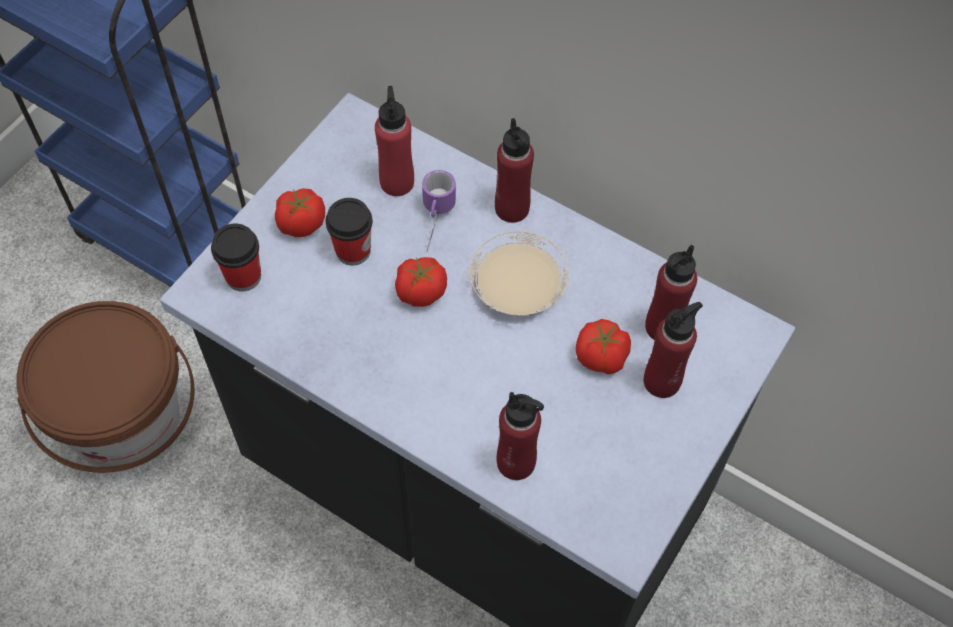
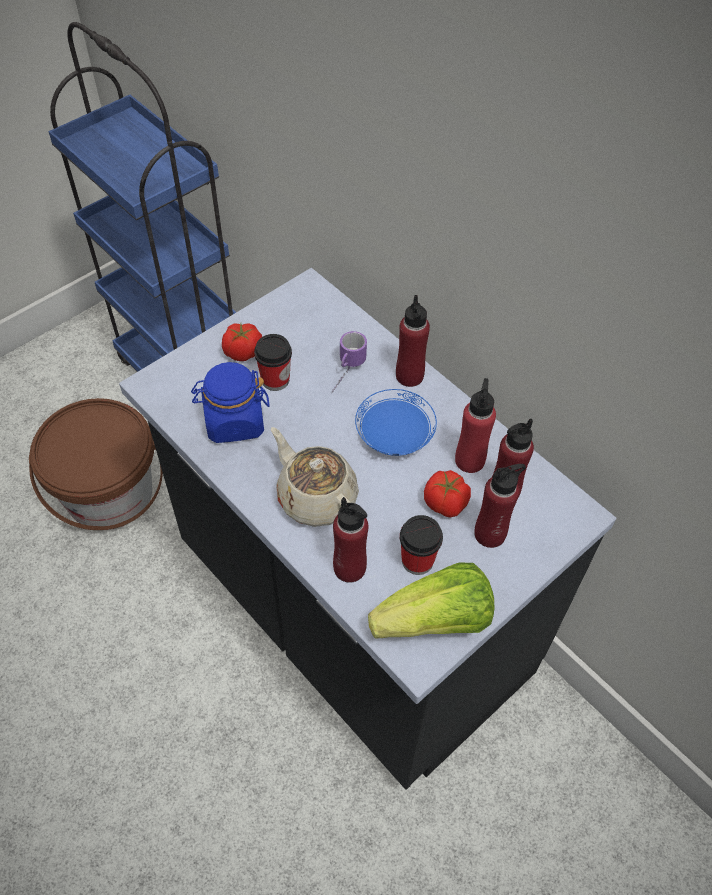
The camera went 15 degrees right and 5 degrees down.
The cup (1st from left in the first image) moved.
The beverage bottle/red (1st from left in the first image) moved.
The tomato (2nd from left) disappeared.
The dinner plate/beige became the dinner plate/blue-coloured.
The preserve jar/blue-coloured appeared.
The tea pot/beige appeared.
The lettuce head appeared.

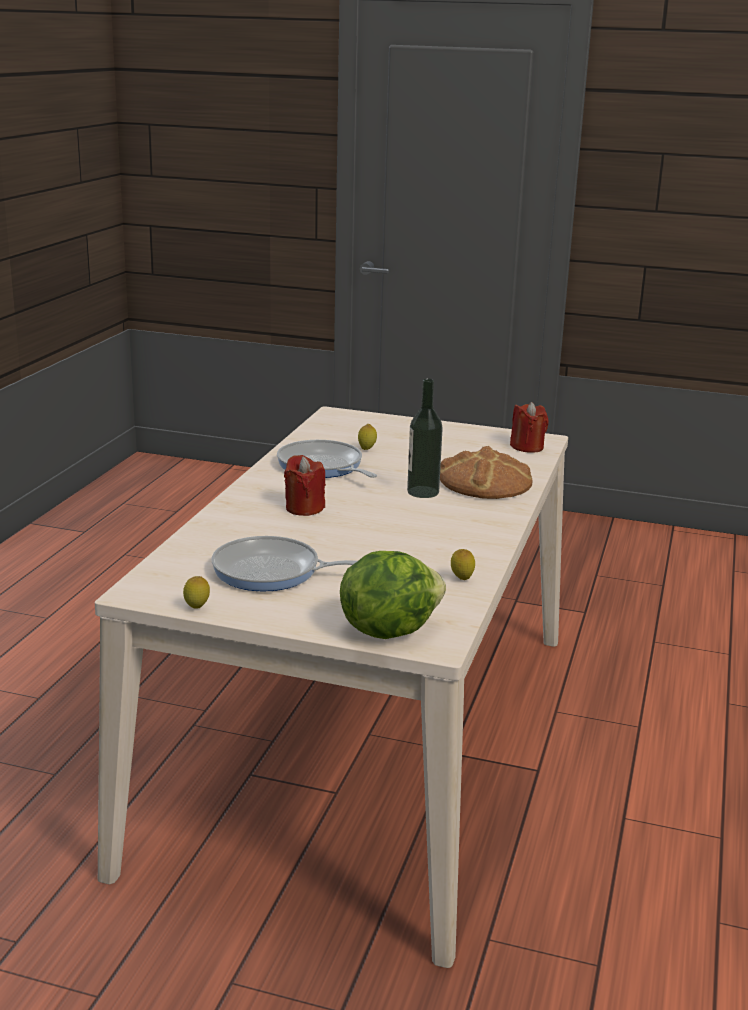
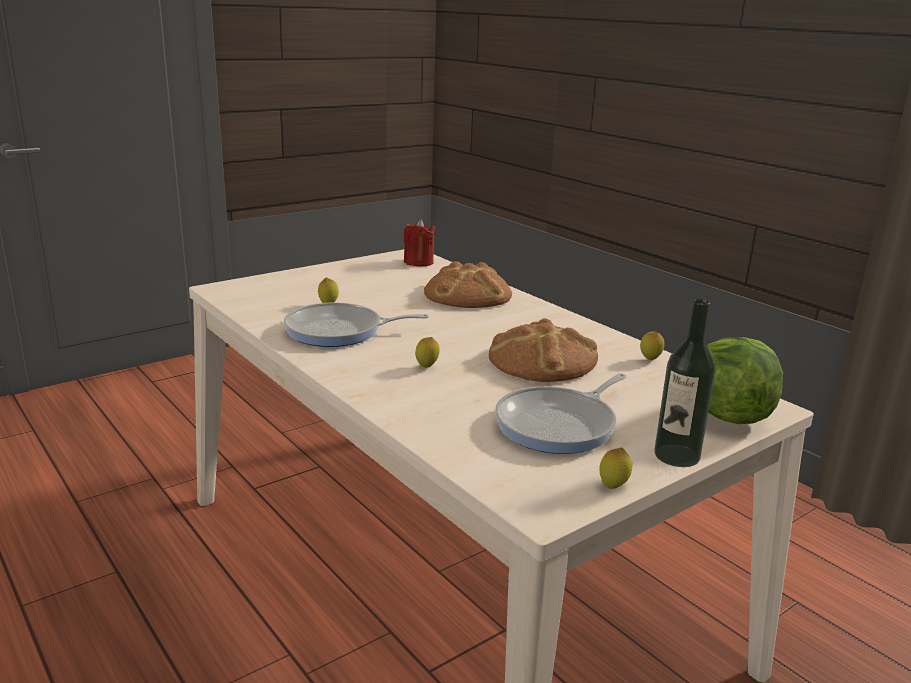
The camera went 55 degrees left and 0 degrees up.
The wax light/red (1st from left) was replaced by the lemon (2nd from left).
The beverage bottle moved.
The bakery bread (2nd from left) appeared.

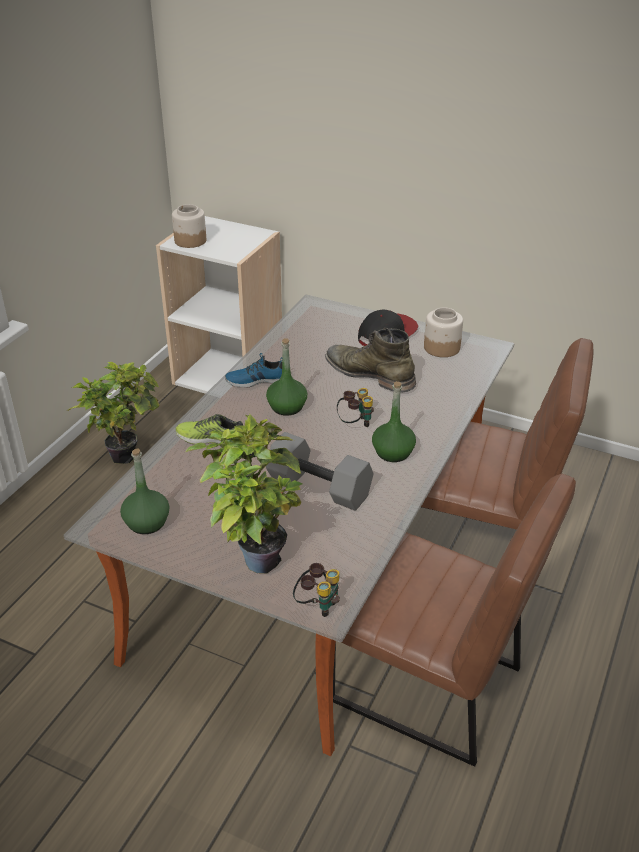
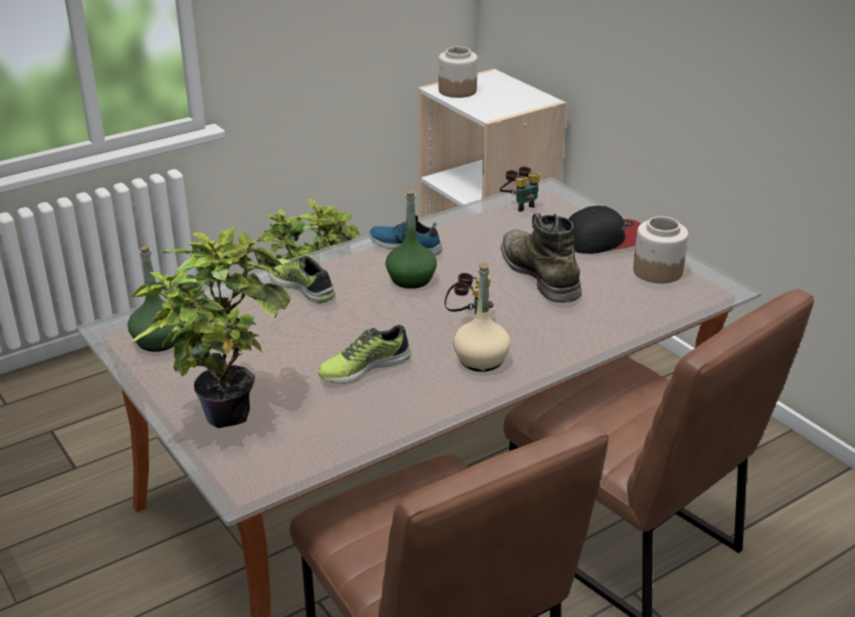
The camera went 30 degrees right and 5 degrees down.
The dumbbell/greyish was replaced by the item of footwear (2nd from left).
The pair of binoculars (1st from left in the first image) moved.
The beverage bottle/green (3rd from left) became the beverage bottle/beige.

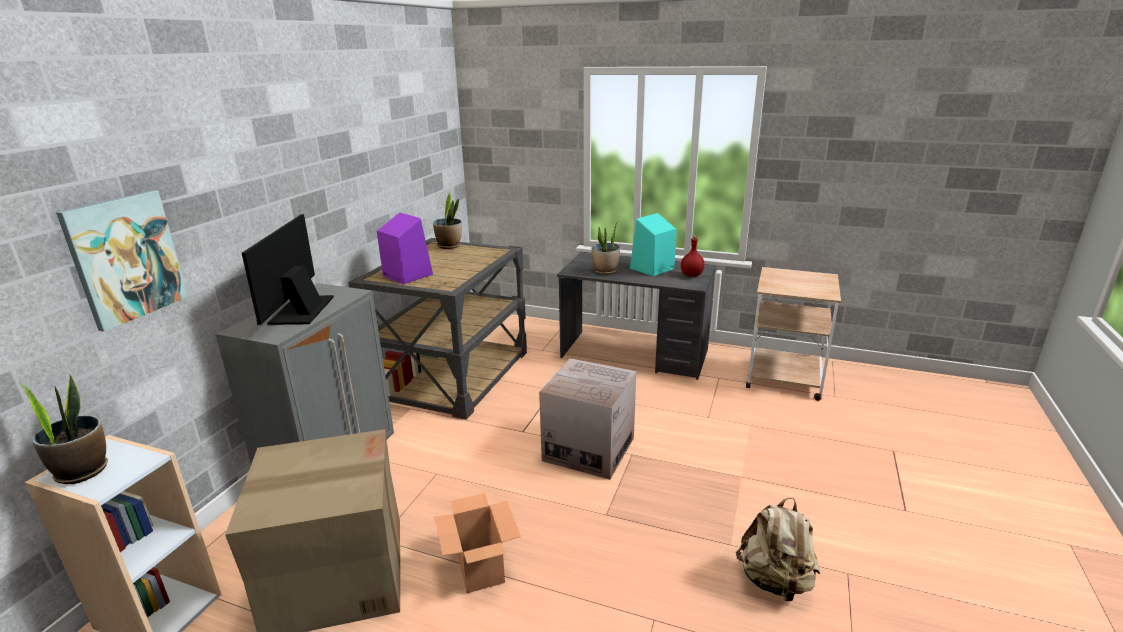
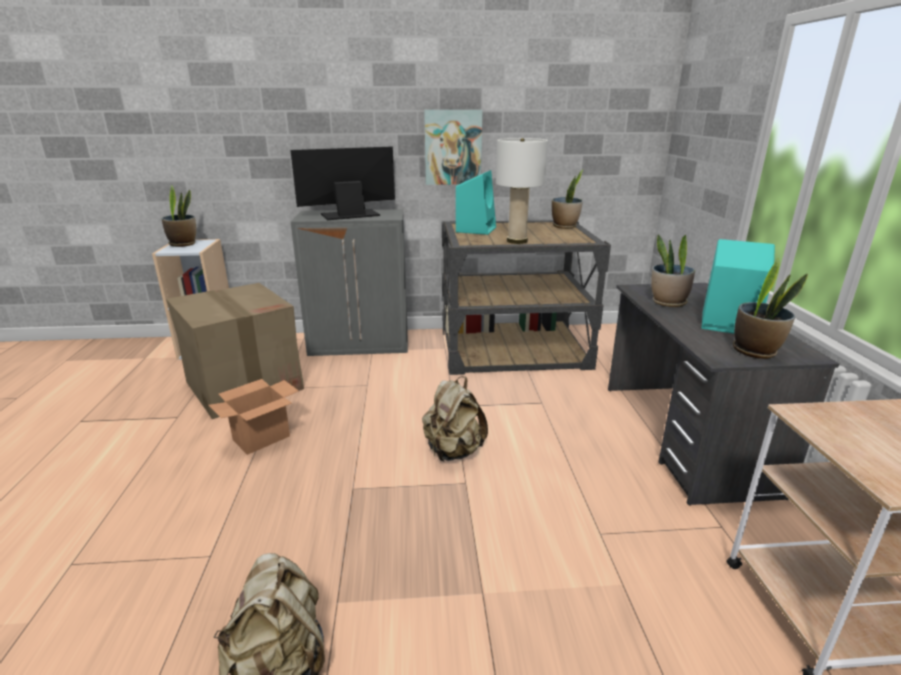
The camera went 65 degrees right and 0 degrees up.
The picture moved.
The audio speaker/purple-coloured became the audio speaker/turquoise-coloured (1st from left).
The cardboard box (3rd from left) was replaced by the knapsack/beige (2nd from left).
The beverage bottle/red was replaced by the houseplant (4th from left).
The lamp for a table/white appeared.

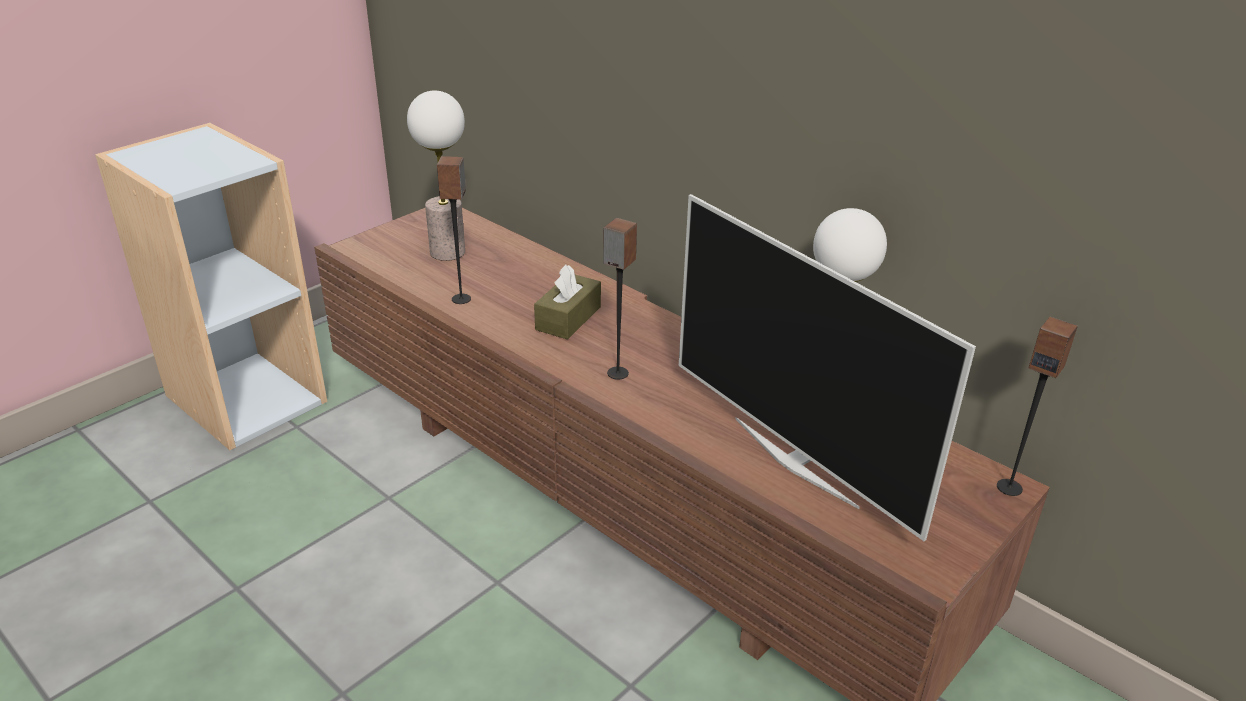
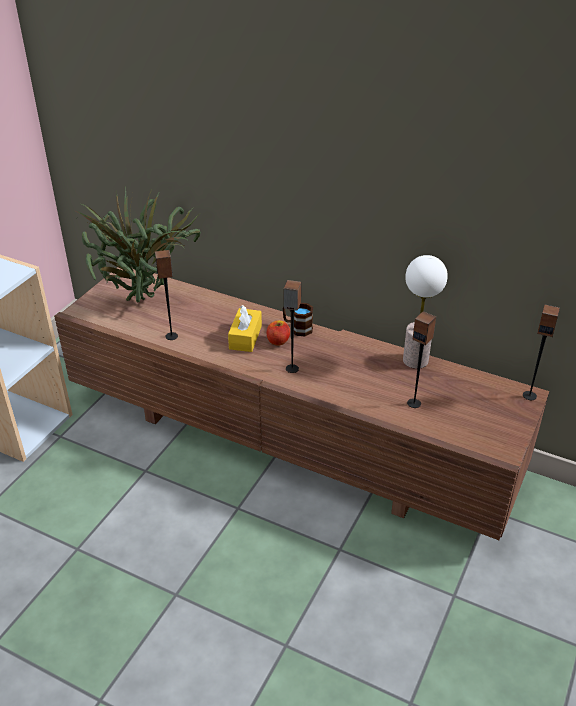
The camera went 15 degrees left and 5 degrees up.
The lamp for a table (1st from left) was replaced by the houseplant.
The tissue box/brown-coloured became the tissue box/yellow.
The TV set was replaced by the audio speaker (3rd from left).
The apple appeared.
The tea mug/brown-coloured appeared.

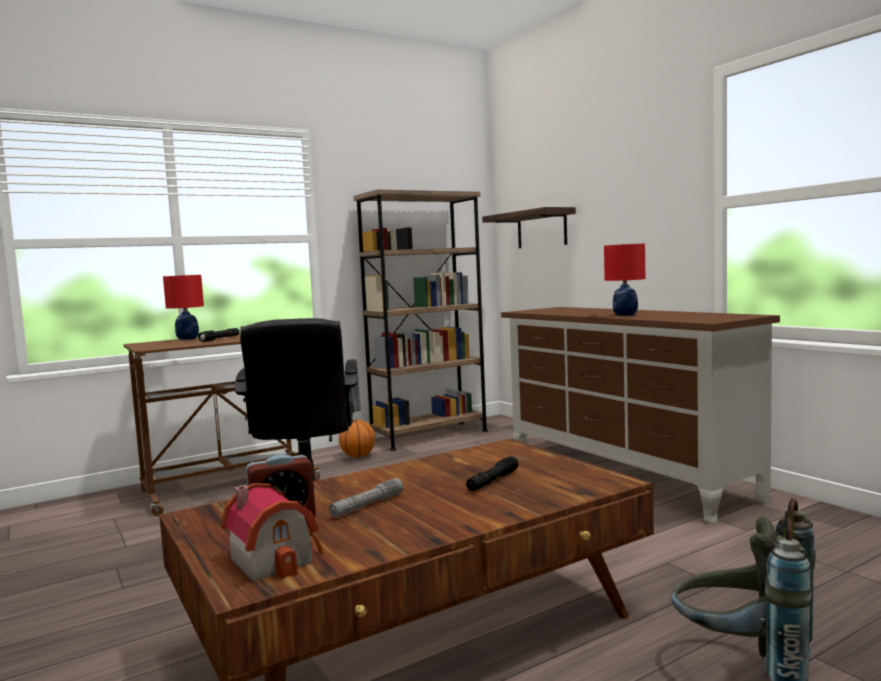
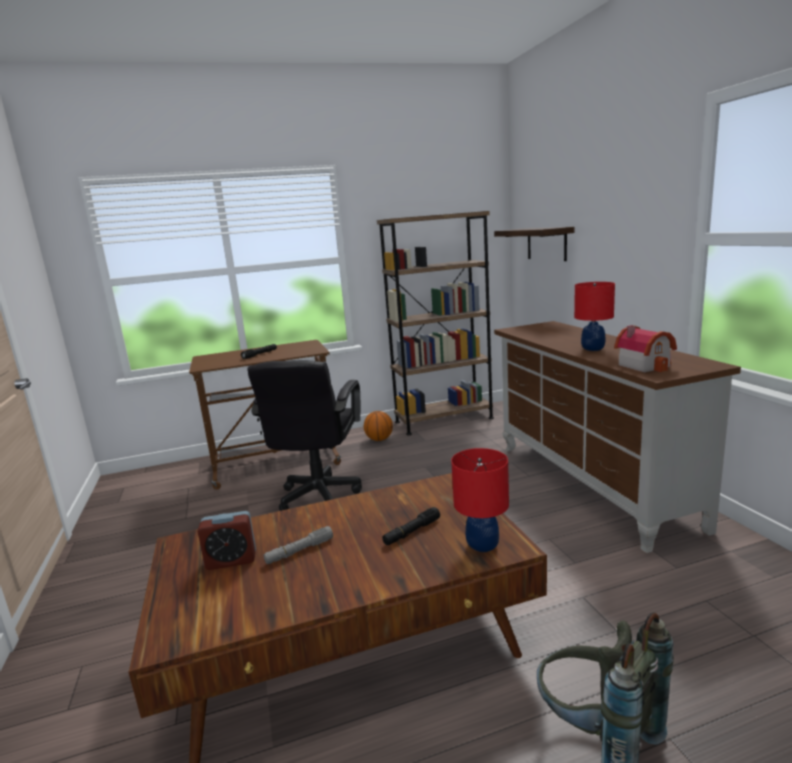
The camera went 15 degrees right and 10 degrees up.
The lamp for a table/red (1st from left) moved.
The model house moved.

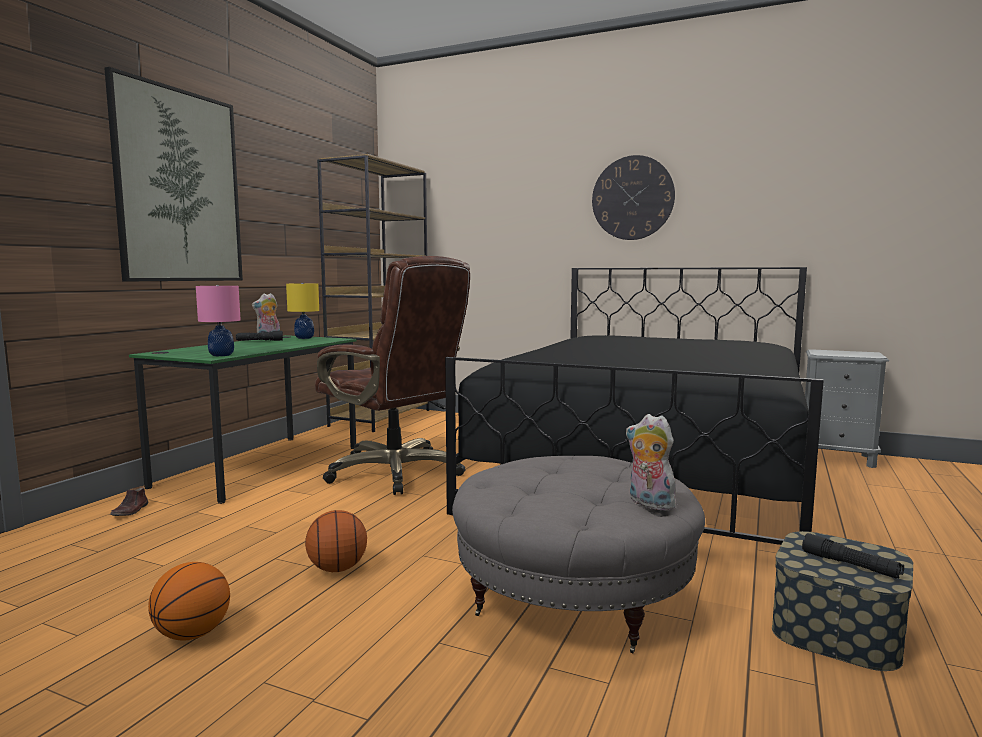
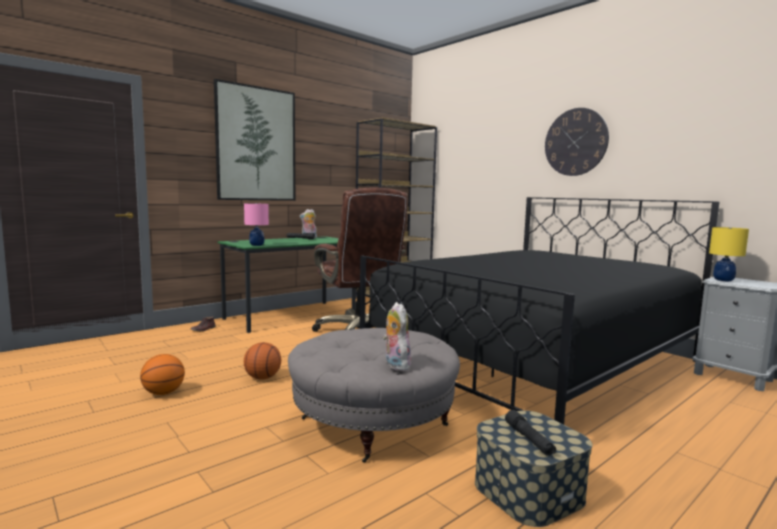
The camera went 25 degrees right and 0 degrees up.
The lamp for a table/yellow moved.

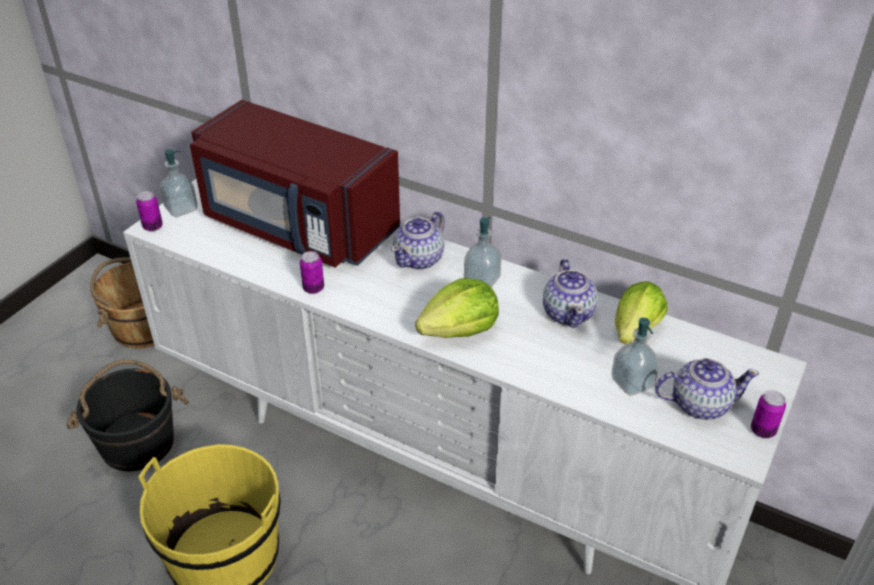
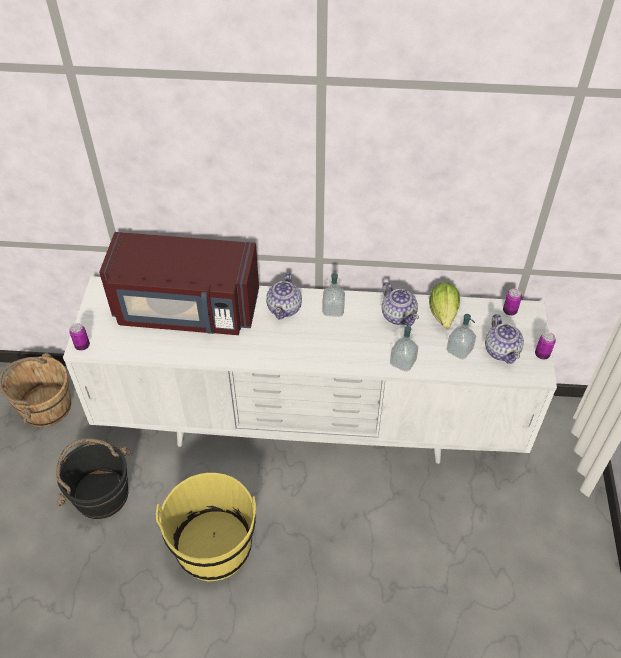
The camera went 25 degrees left and 10 degrees up.
The liquid soap bottle (1st from left in the first image) moved.
The sealed can (2nd from left) moved.
The lettuce head (1st from left) disappeared.
The tea pot (3rd from left) turned 105 degrees clockwise.

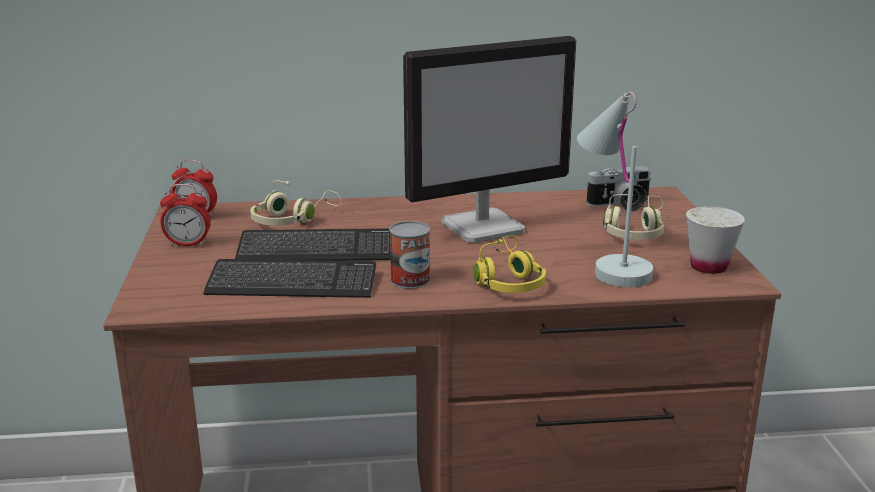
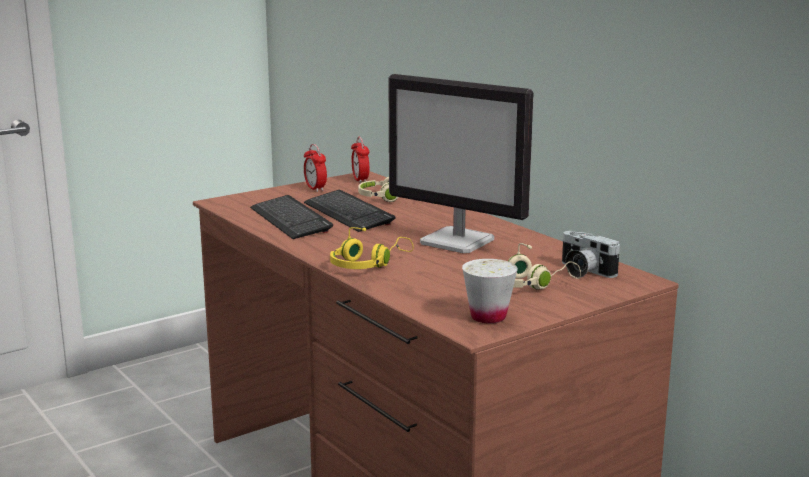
The camera went 60 degrees right and 5 degrees down.
The sealed can disappeared.
The lamp for a table/white disappeared.

